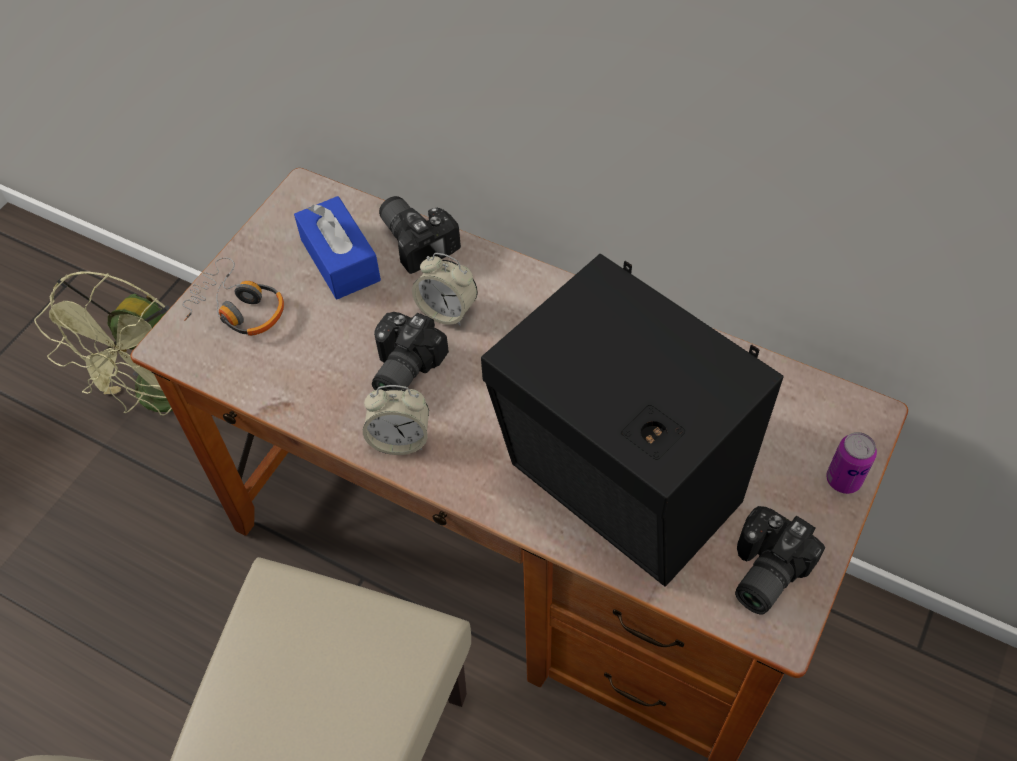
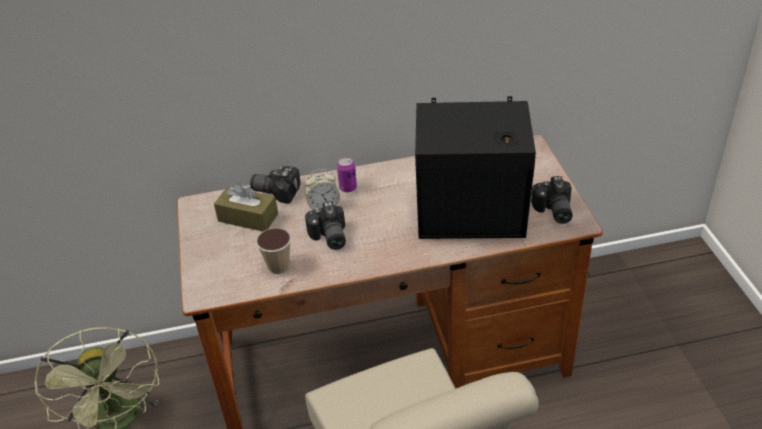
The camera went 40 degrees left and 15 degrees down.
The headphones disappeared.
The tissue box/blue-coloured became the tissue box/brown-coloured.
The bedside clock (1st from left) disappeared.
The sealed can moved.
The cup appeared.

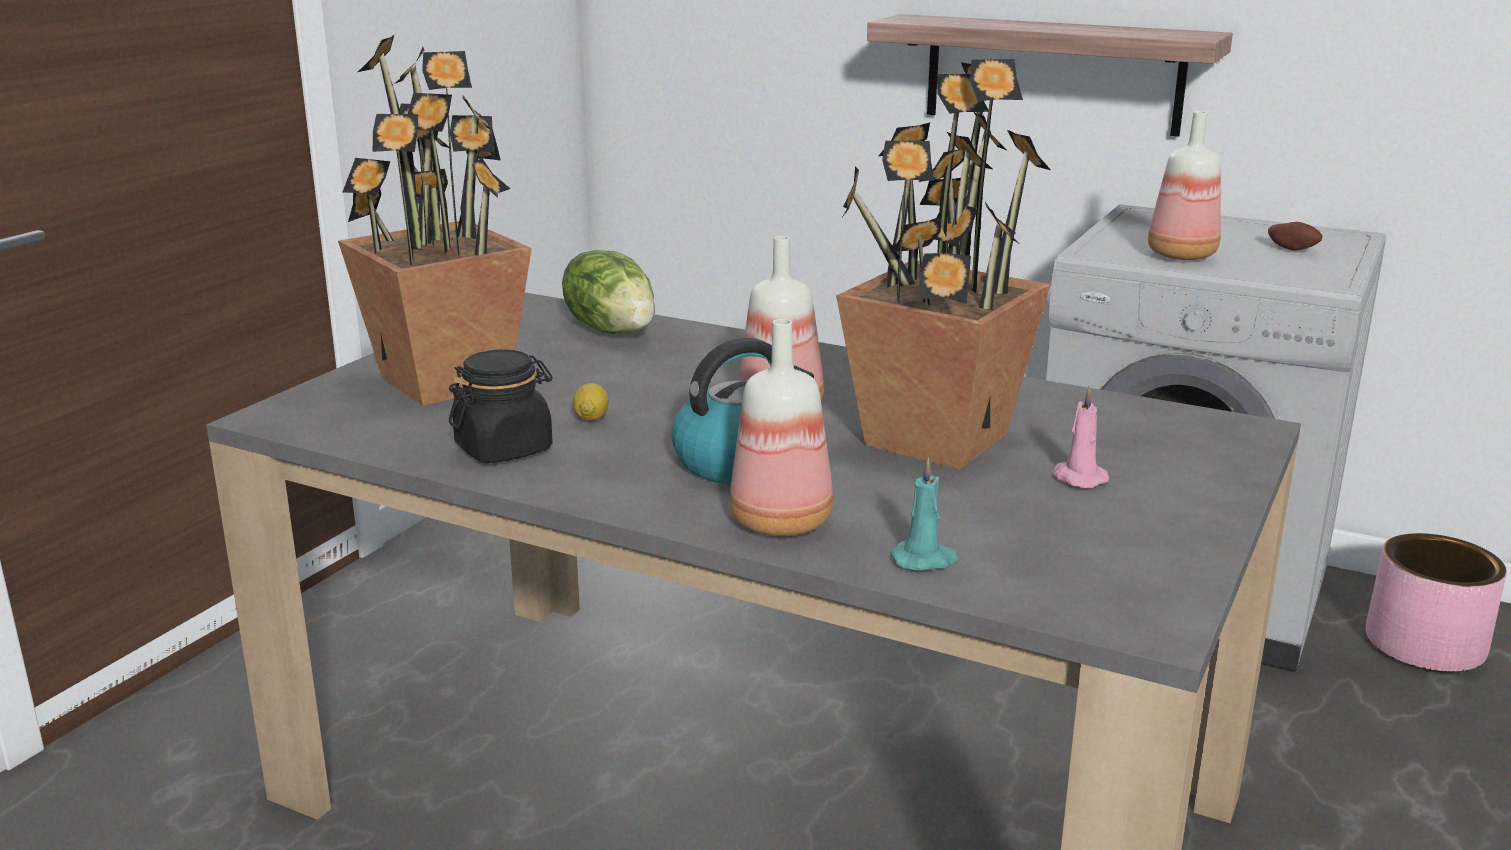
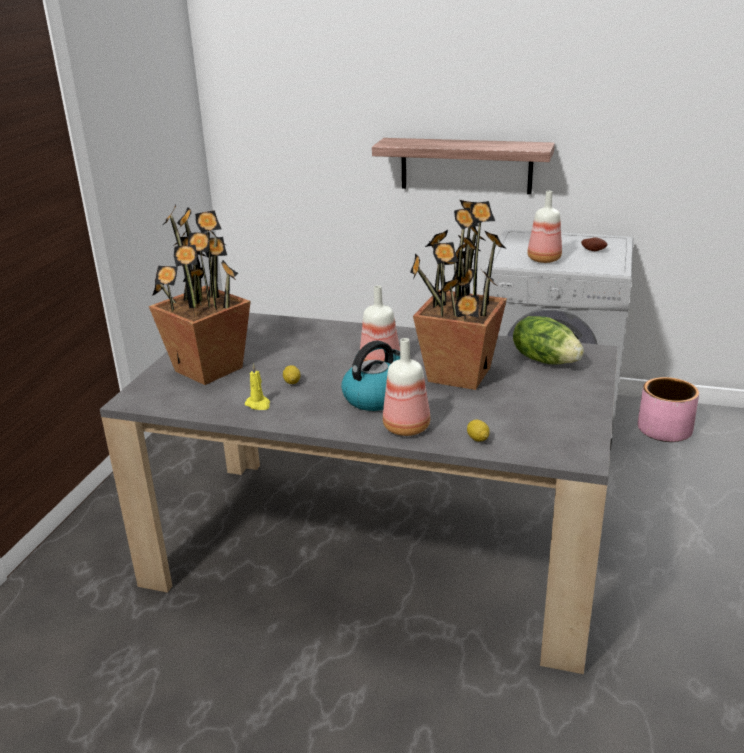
The camera went 10 degrees left and 5 degrees up.
The preserve jar/black-coloured was replaced by the wax light/yellow.
The lettuce head moved.
The wax light/turquoise-coloured was replaced by the lemon (2nd from left).
The wax light/pink-coloured disappeared.

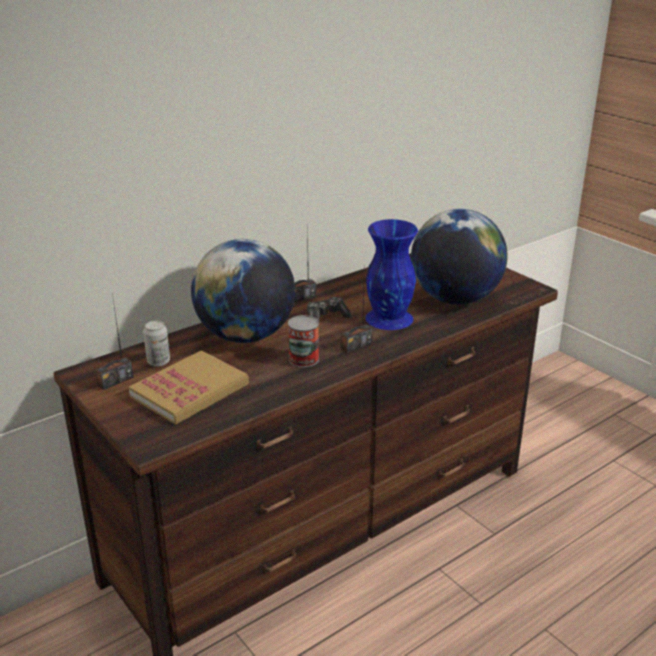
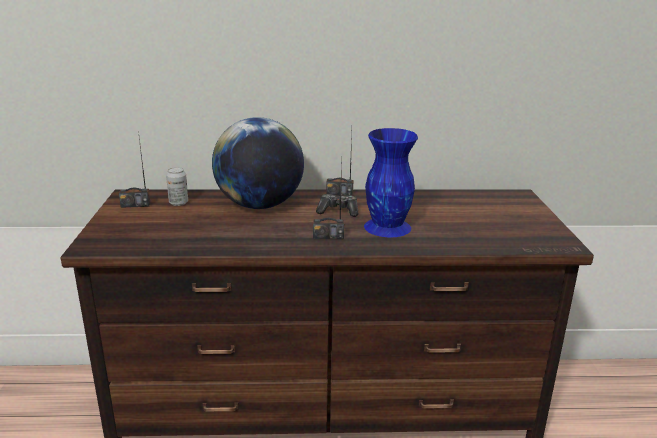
The camera went 35 degrees right and 5 degrees down.
The book disappeared.
The sealed can (2nd from left) disappeared.
The desk globe (2nd from left) disappeared.

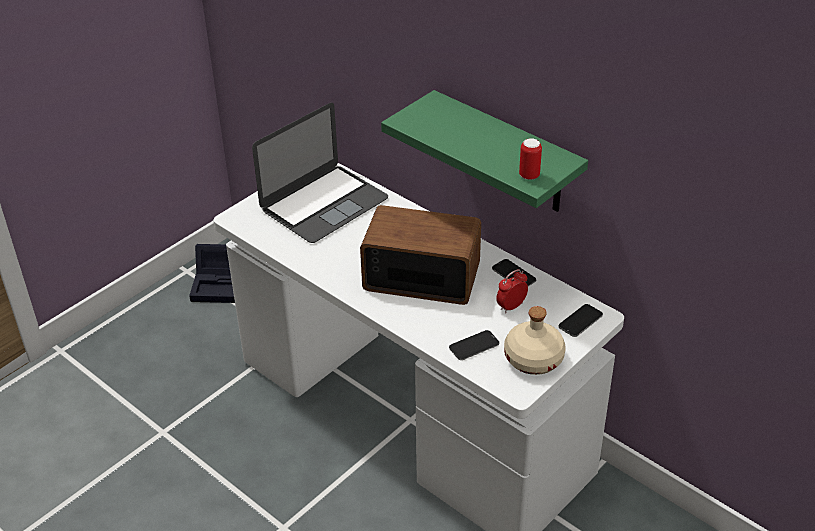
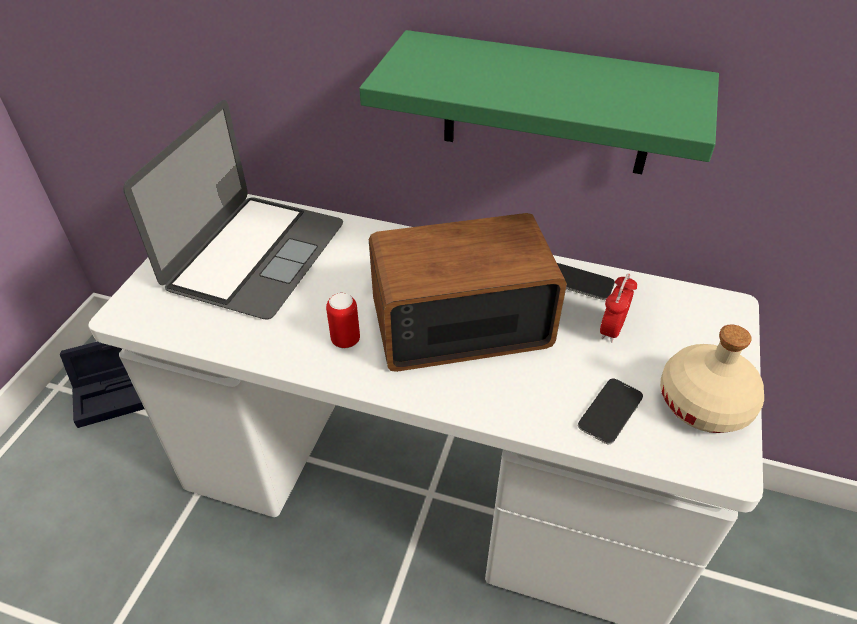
The camera went 25 degrees left and 5 degrees up.
The sealed can moved.
The telephone (3rd from left) disappeared.

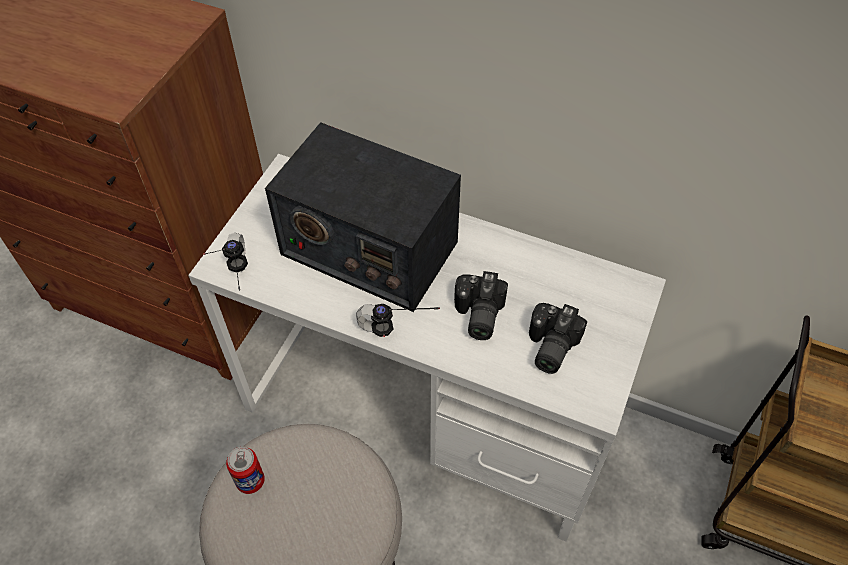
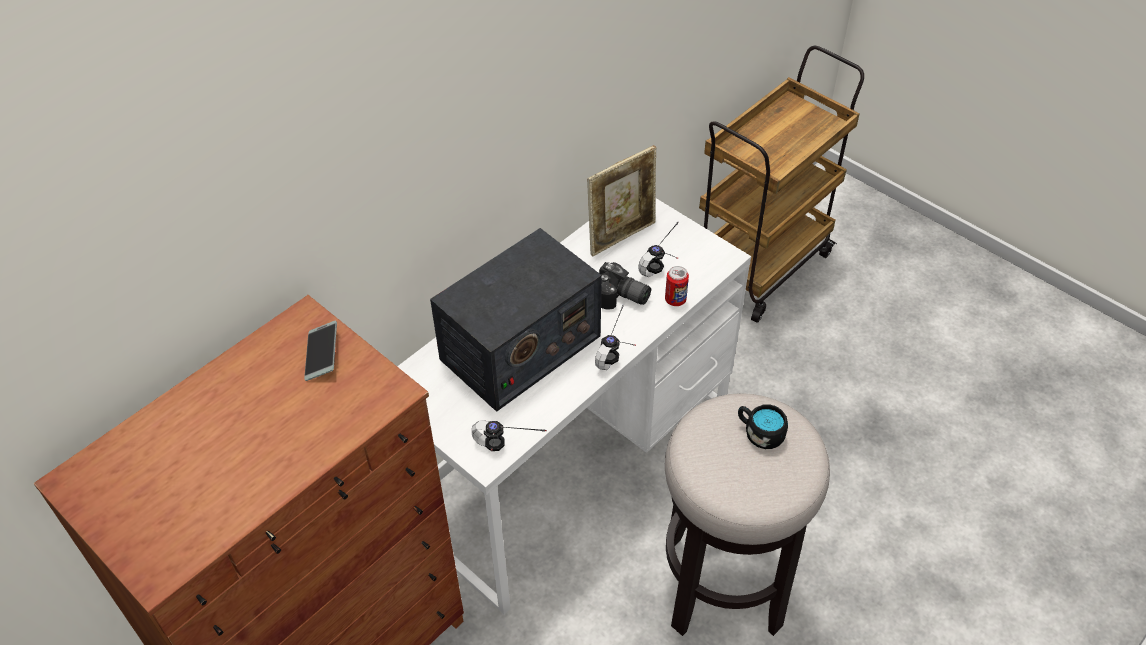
The camera went 70 degrees left and 5 degrees down.
The sealed can moved.
The still camera (2nd from left) was replaced by the headphones (3rd from left).
The telephone appeared.
The picture frame appeared.
The tea mug/black-coloured appeared.

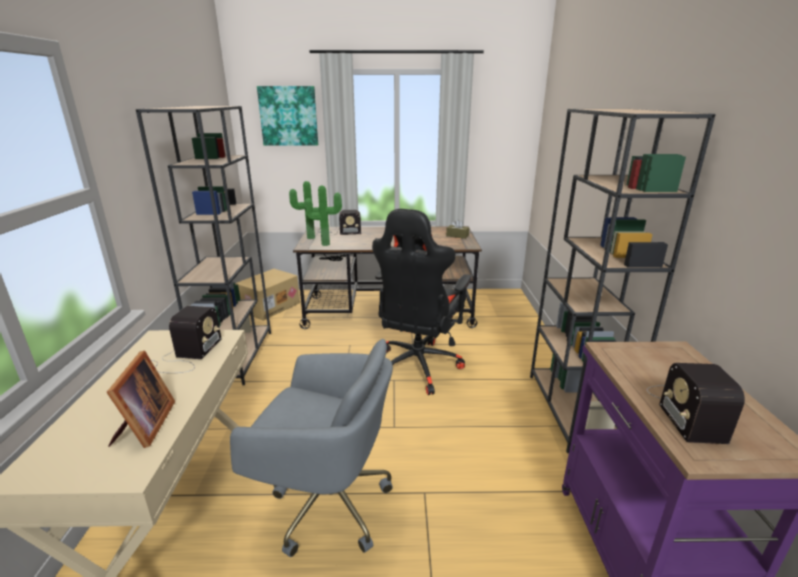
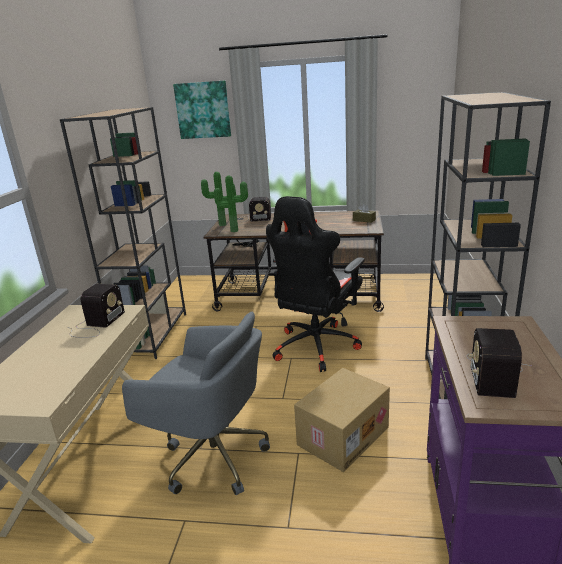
The camera went 10 degrees right and 0 degrees up.
The picture frame disappeared.
The cardboard box moved.

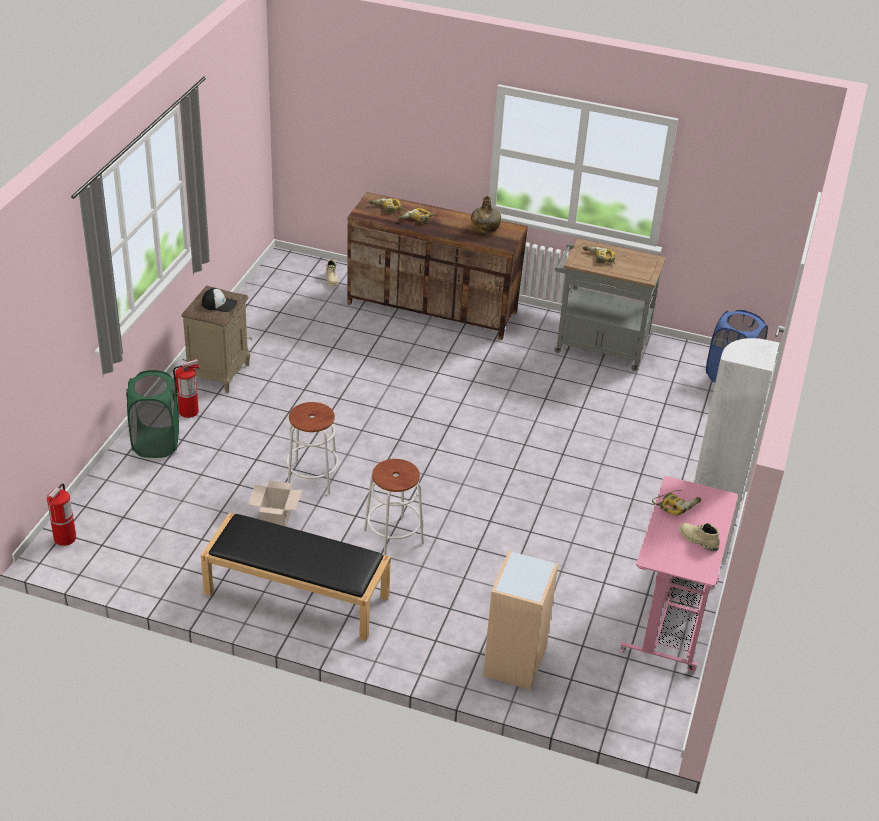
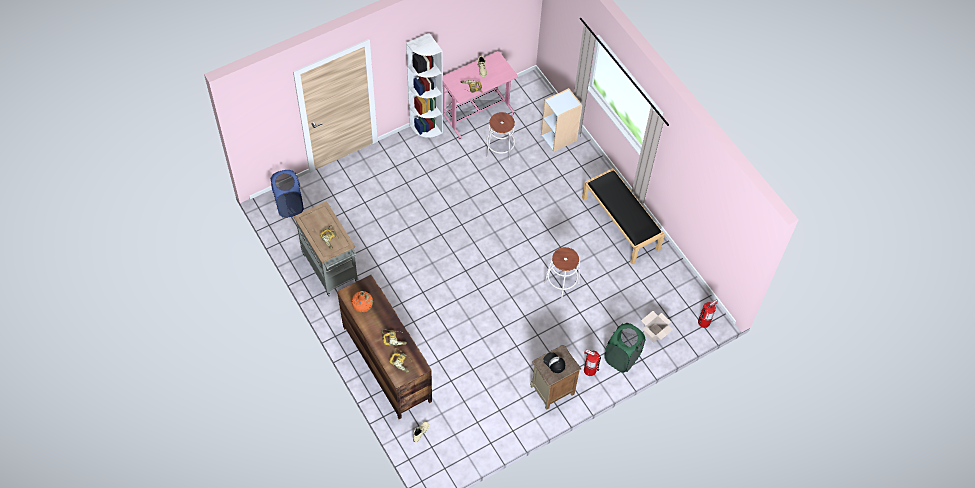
The camera went 140 degrees left and 20 degrees up.
The cardboard box moved.
The stool seat/white (2nd from left in the first image) moved.
The beverage bottle/green became the beverage bottle/orange.

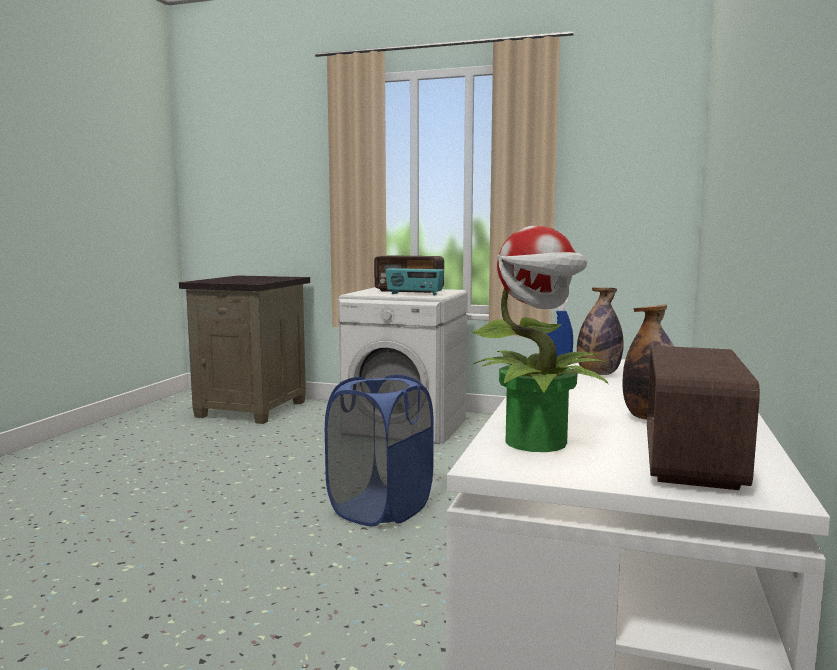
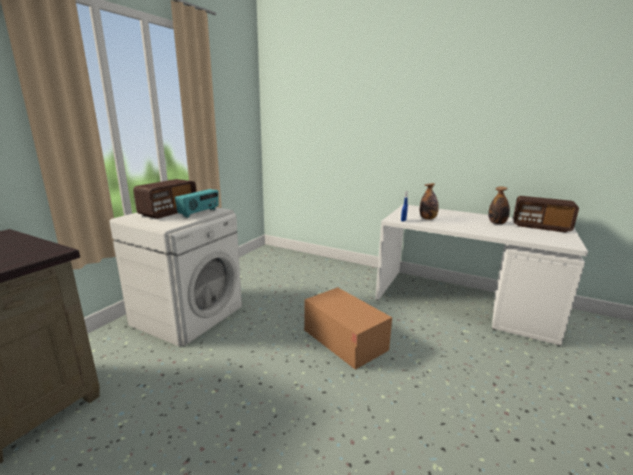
The camera went 80 degrees left and 10 degrees up.
The washing basket/blue-coloured was replaced by the cardboard box.
The houseplant disappeared.

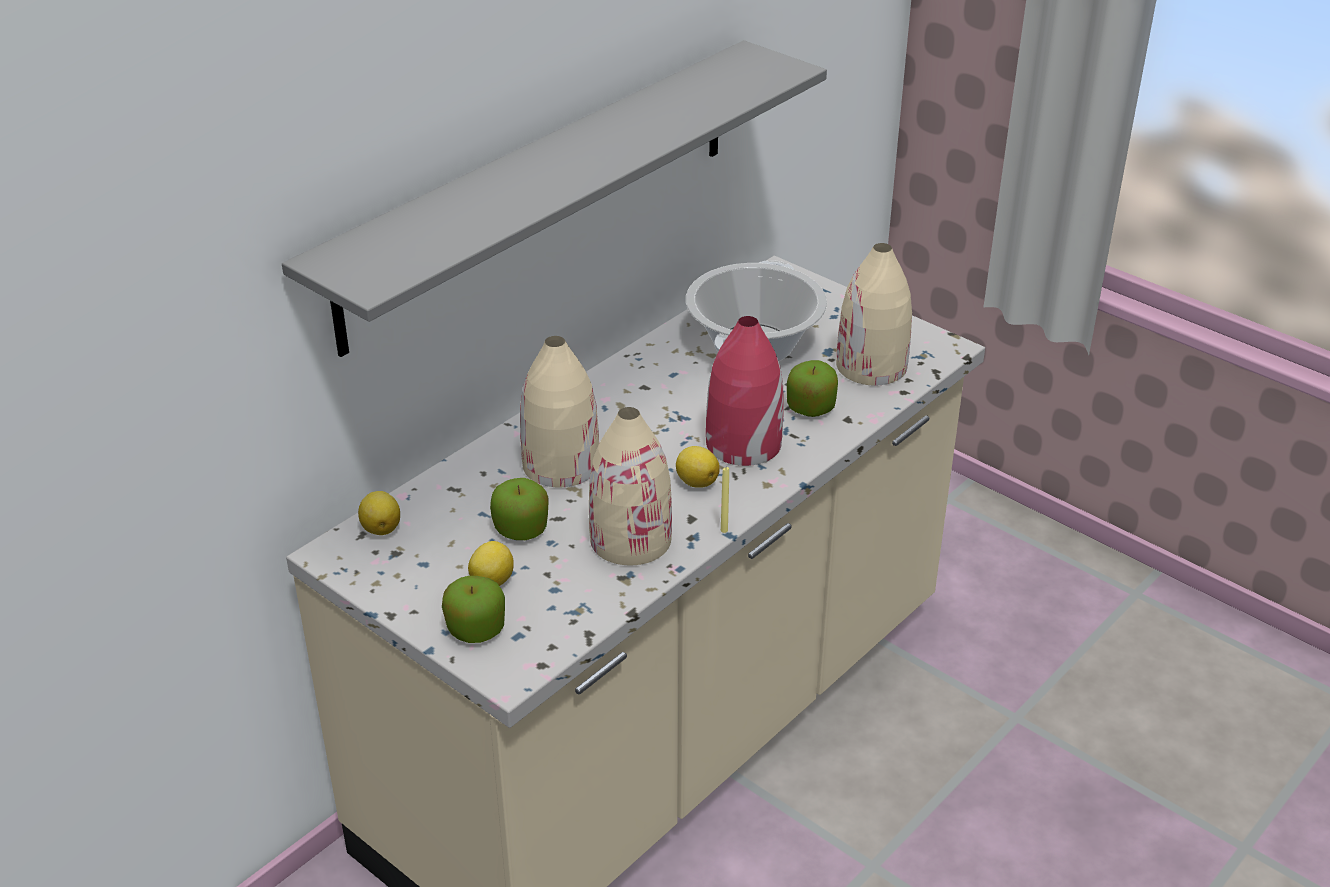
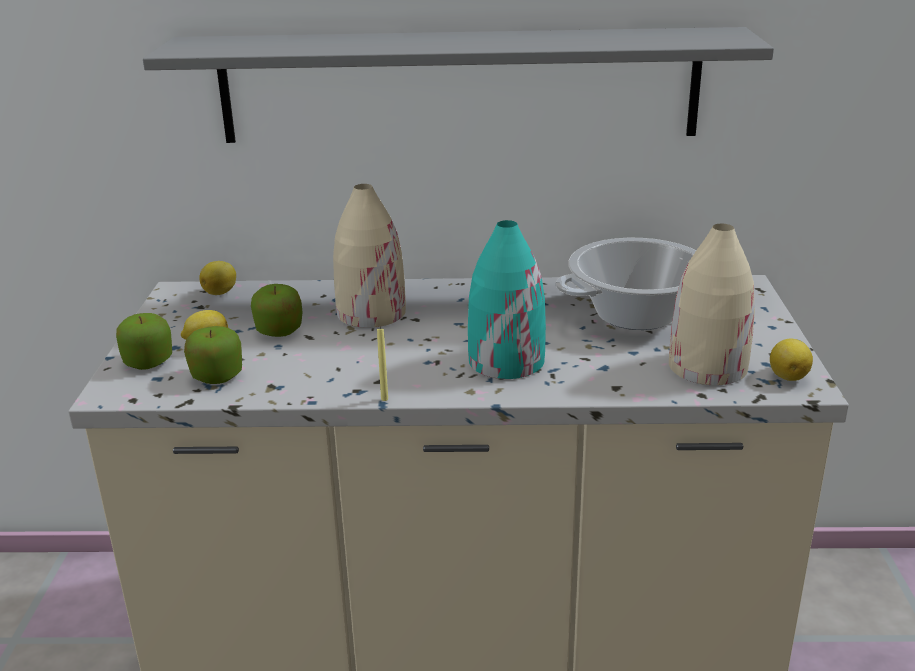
The camera went 50 degrees right and 10 degrees down.
The flower vase/beige (2nd from left) disappeared.
The lemon (3rd from left) moved.
The flower vase/red became the flower vase/turquoise-coloured.
The apple (3rd from left in the first image) moved.

